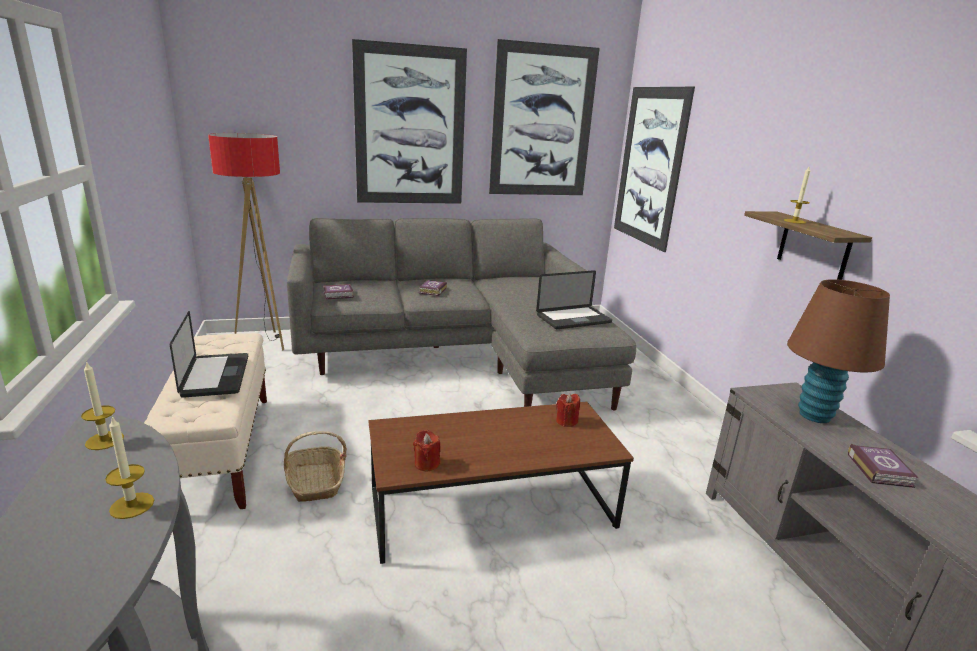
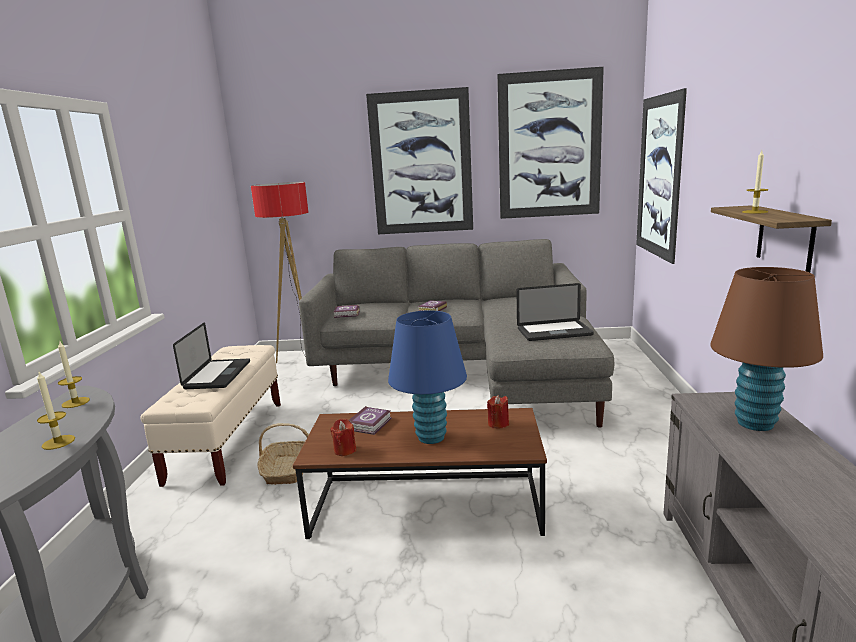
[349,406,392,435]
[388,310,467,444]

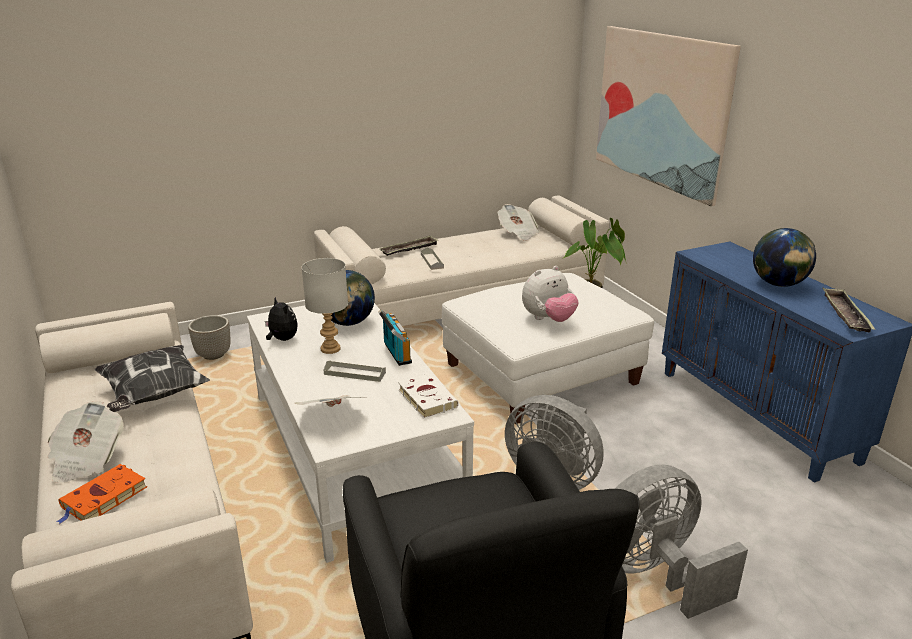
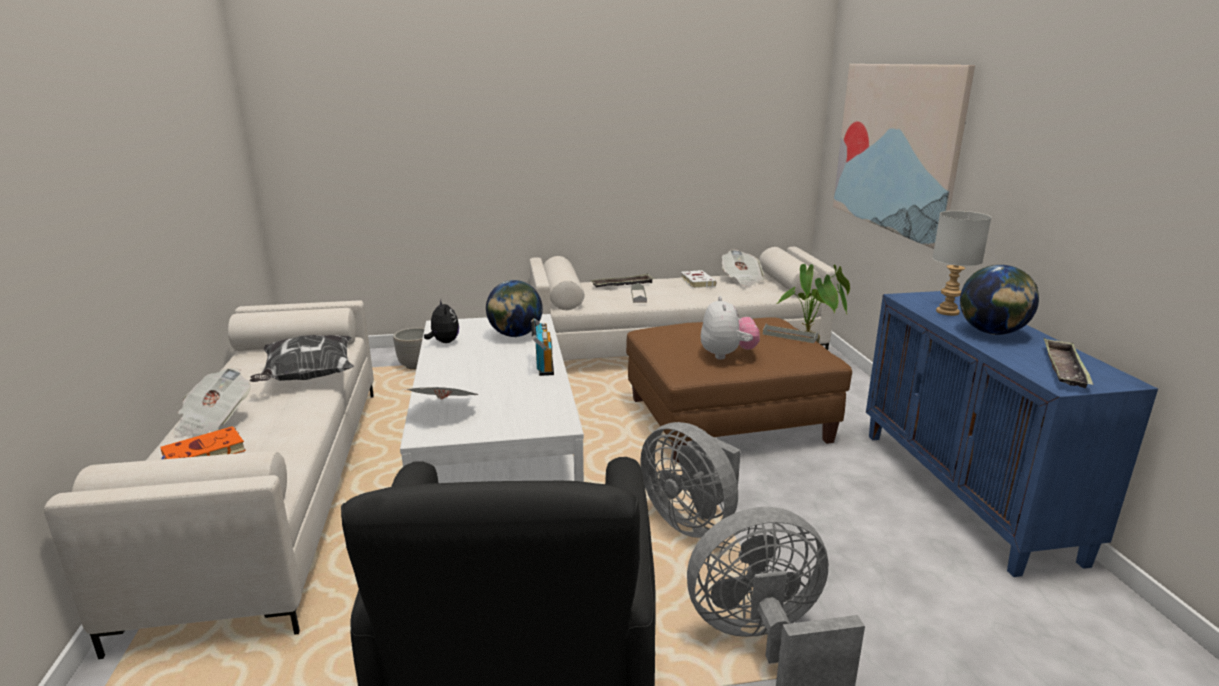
[932,211,991,316]
[763,324,818,343]
[680,270,717,288]
[626,317,852,463]
[701,296,760,360]

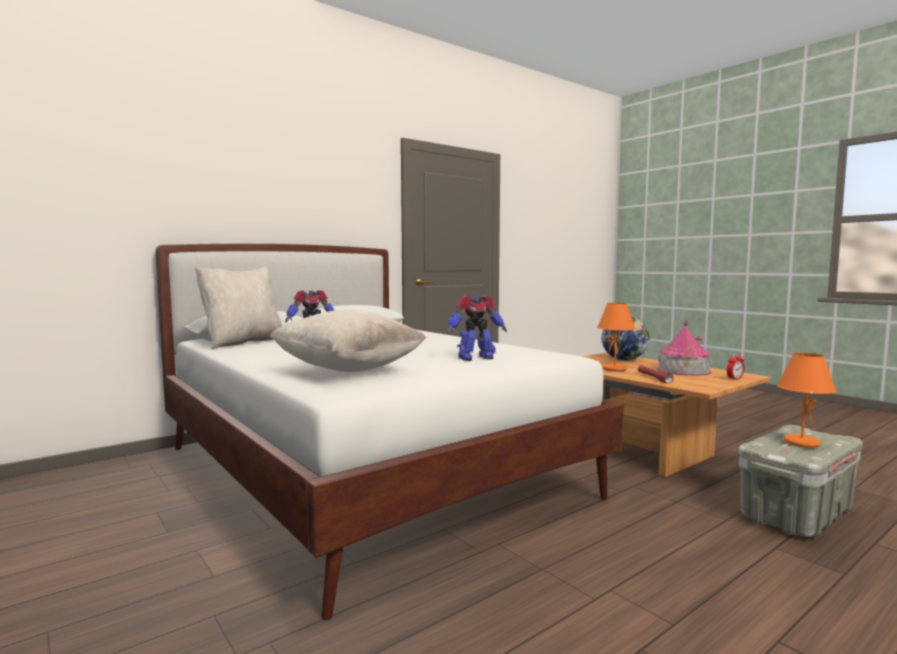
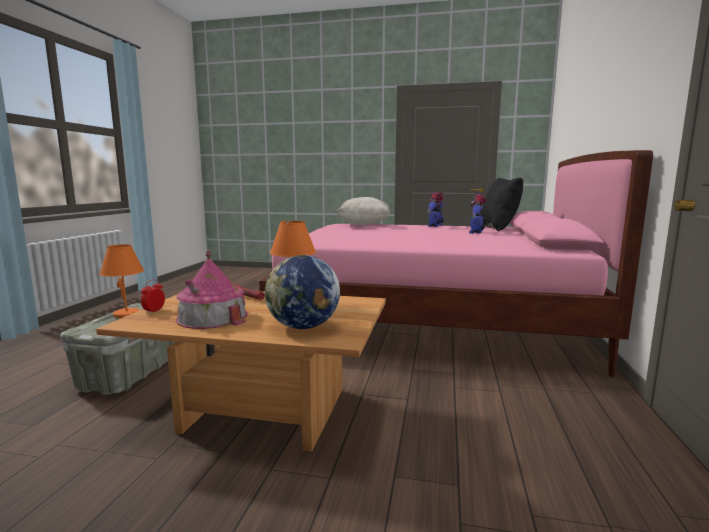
[259,150,653,377]
[480,178,523,231]
[427,192,444,227]

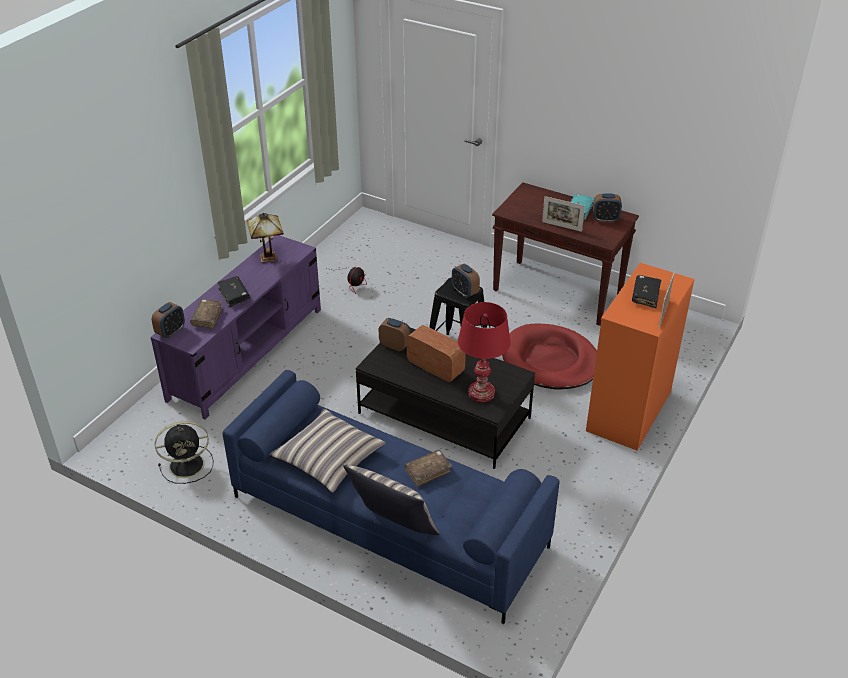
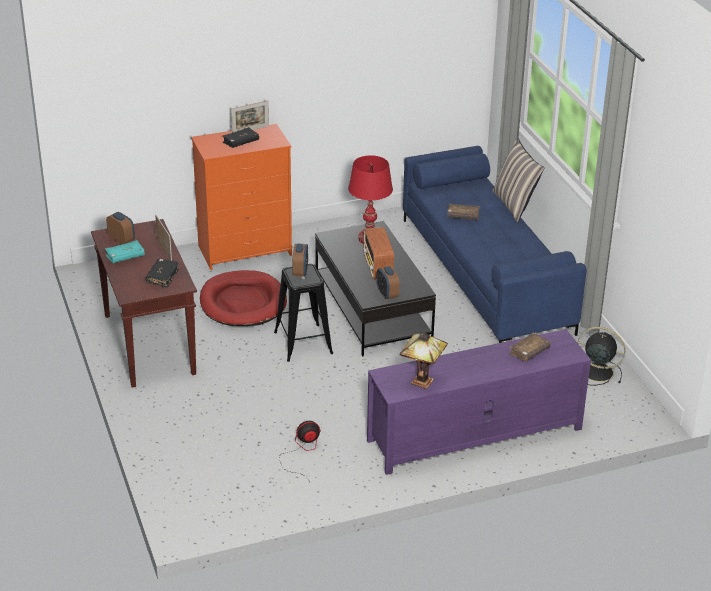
[152,302,185,338] (first image)
[146,258,179,288]
[269,409,386,493] (first image)

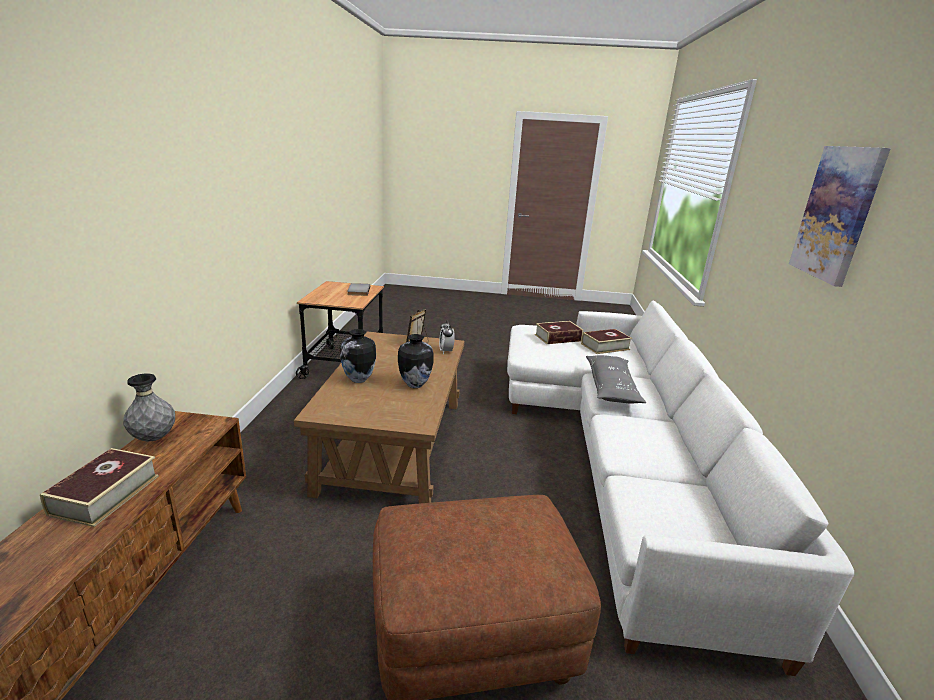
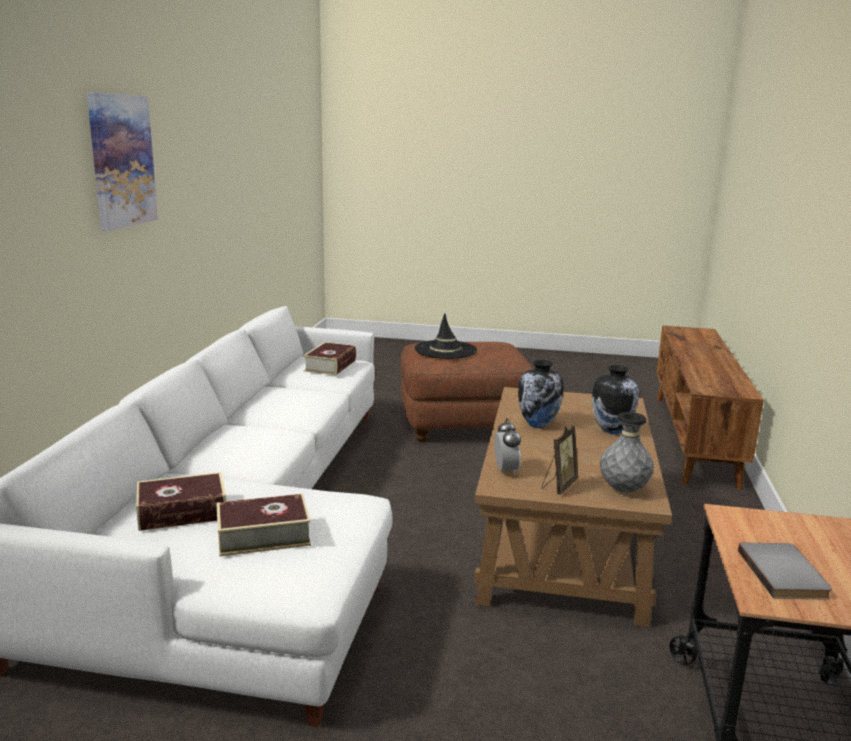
[303,342,356,375]
[600,412,654,493]
[586,355,646,403] (first image)
[414,313,477,359]

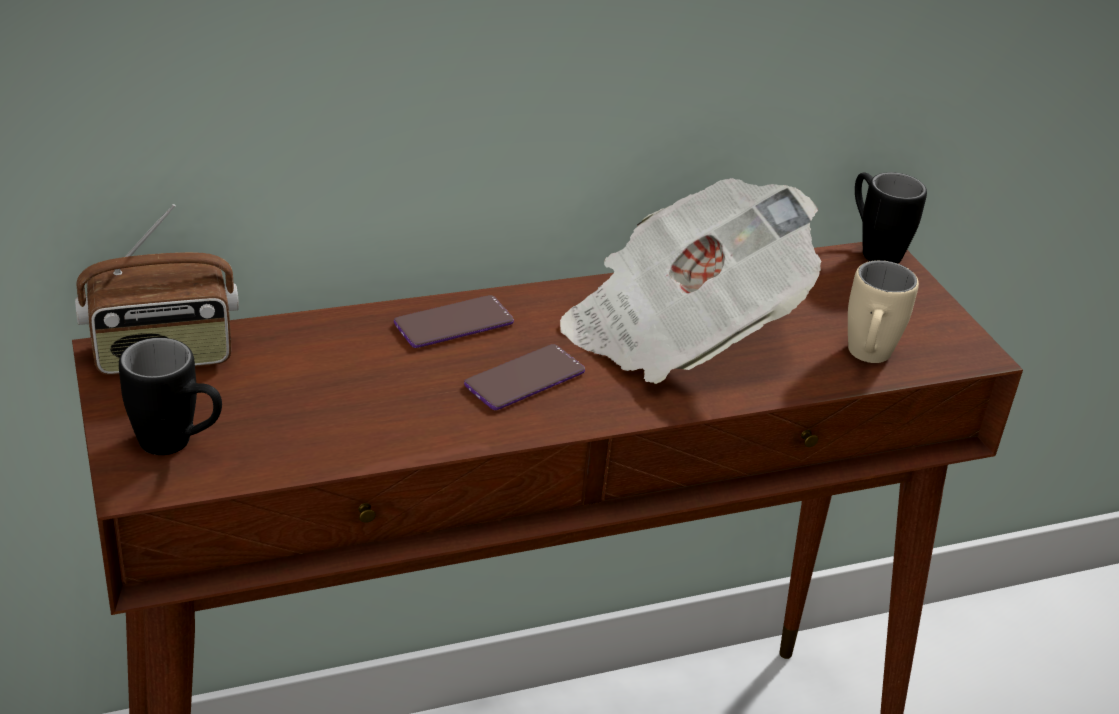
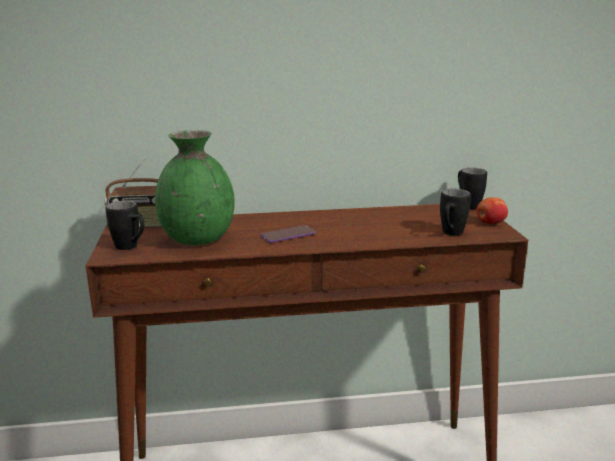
[394,295,514,348] (first image)
[560,178,822,384] (first image)
[440,189,471,235]
[155,130,235,245]
[476,197,508,224]

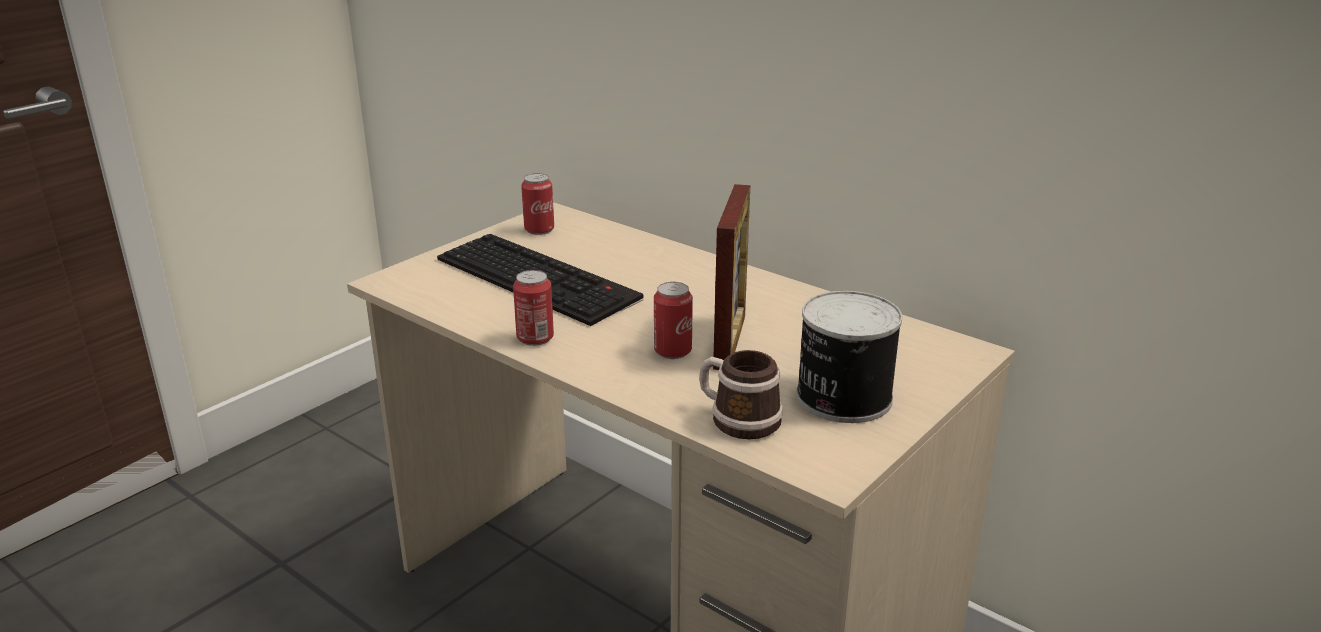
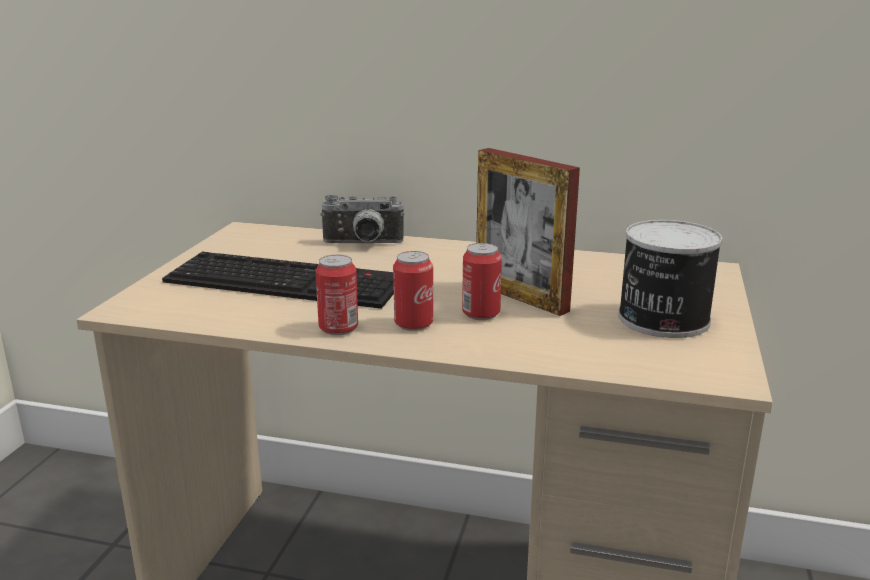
[393,251,433,331]
[699,350,783,439] (first image)
[476,148,580,316]
[320,195,405,243]

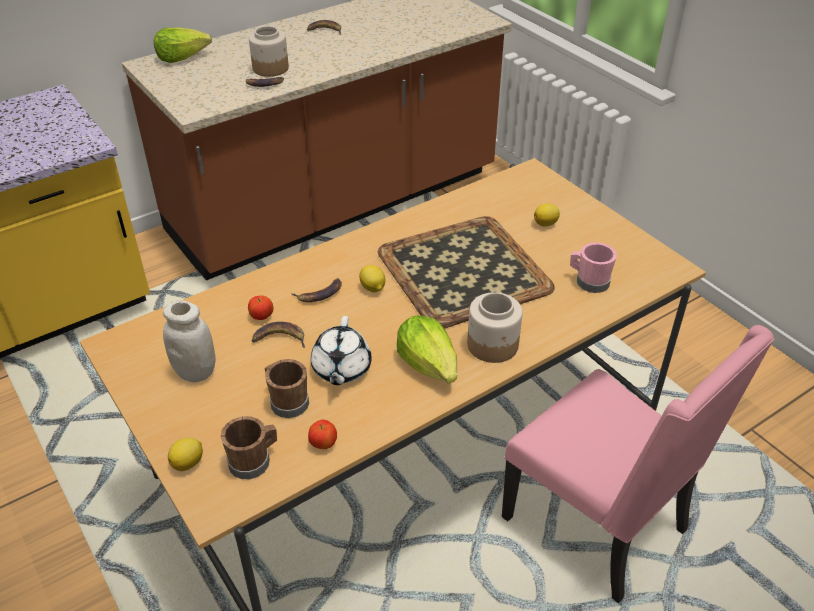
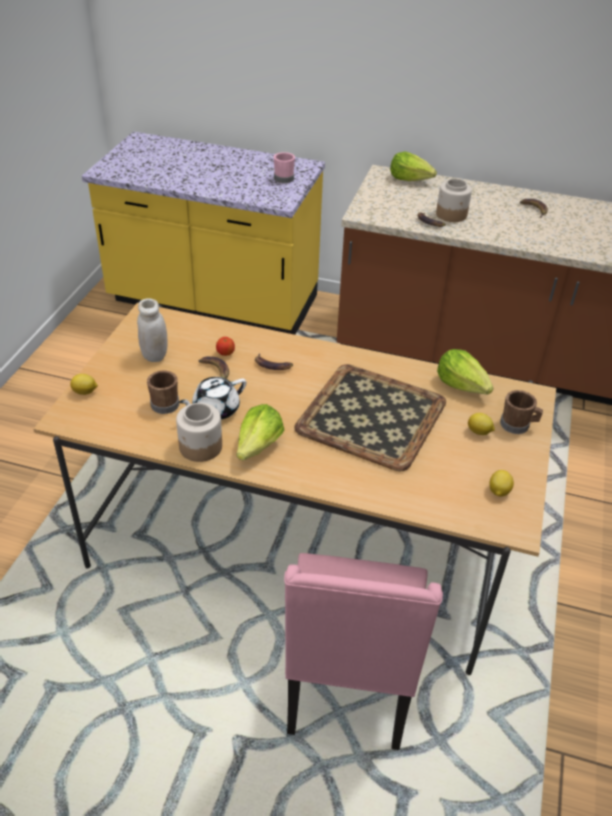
[500,390,543,434]
[308,420,337,449] (first image)
[490,470,514,497]
[176,403,222,462]
[274,152,295,183]
[437,349,493,395]

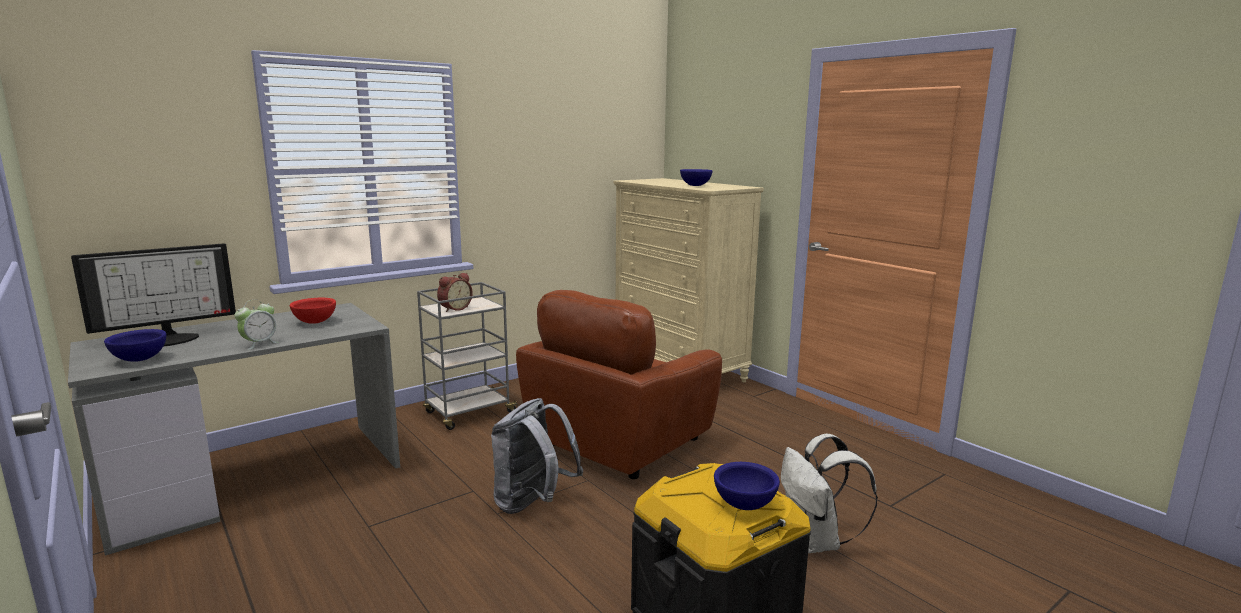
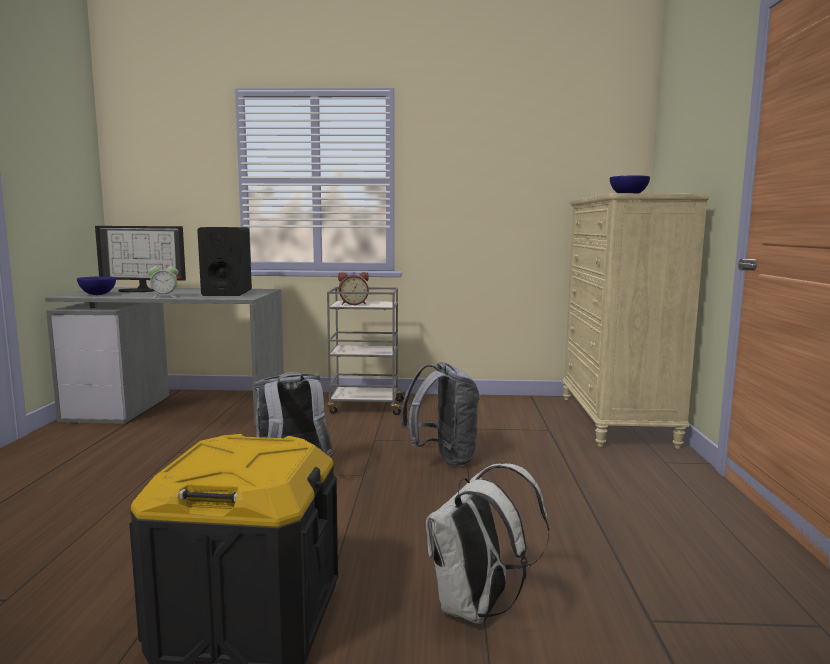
[197,227,252,296]
[401,362,479,466]
[714,462,780,510] (first image)

